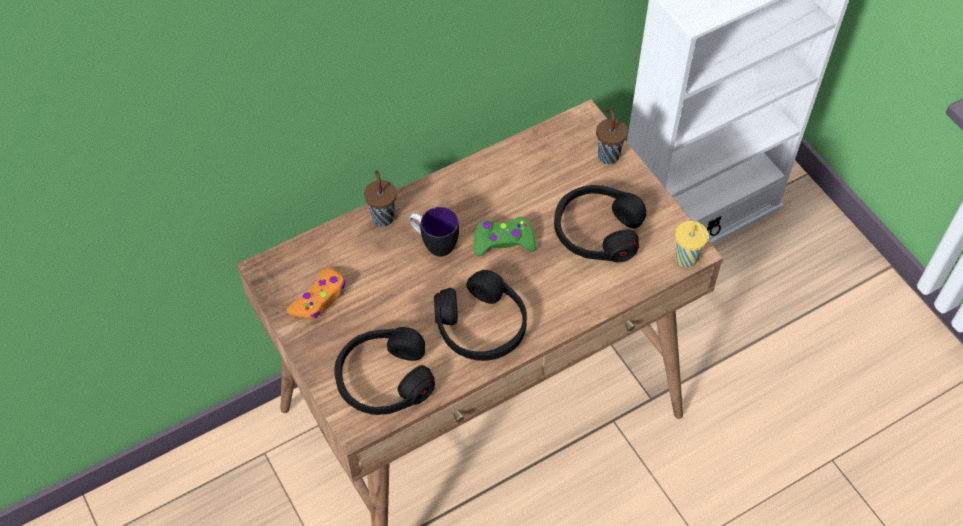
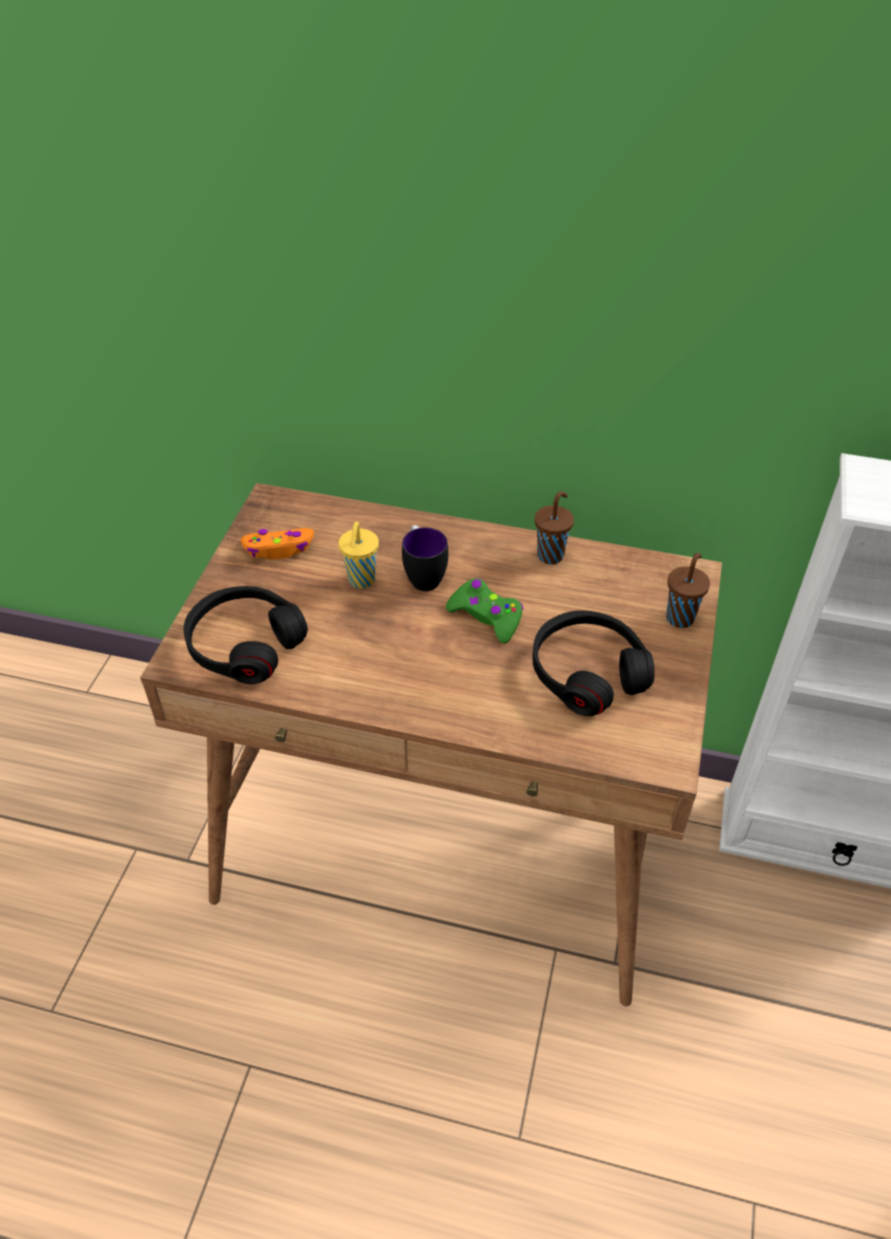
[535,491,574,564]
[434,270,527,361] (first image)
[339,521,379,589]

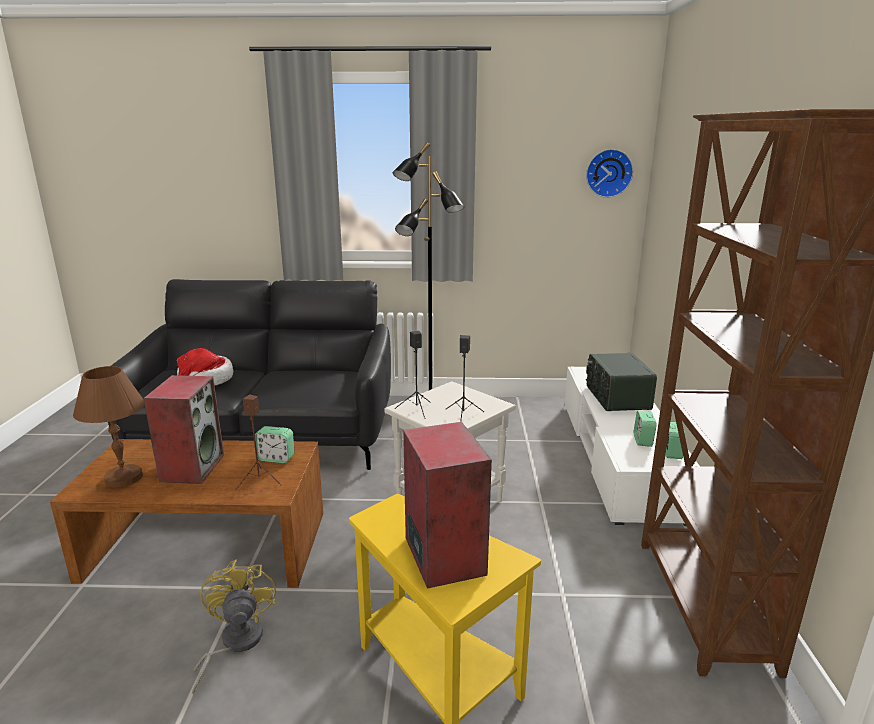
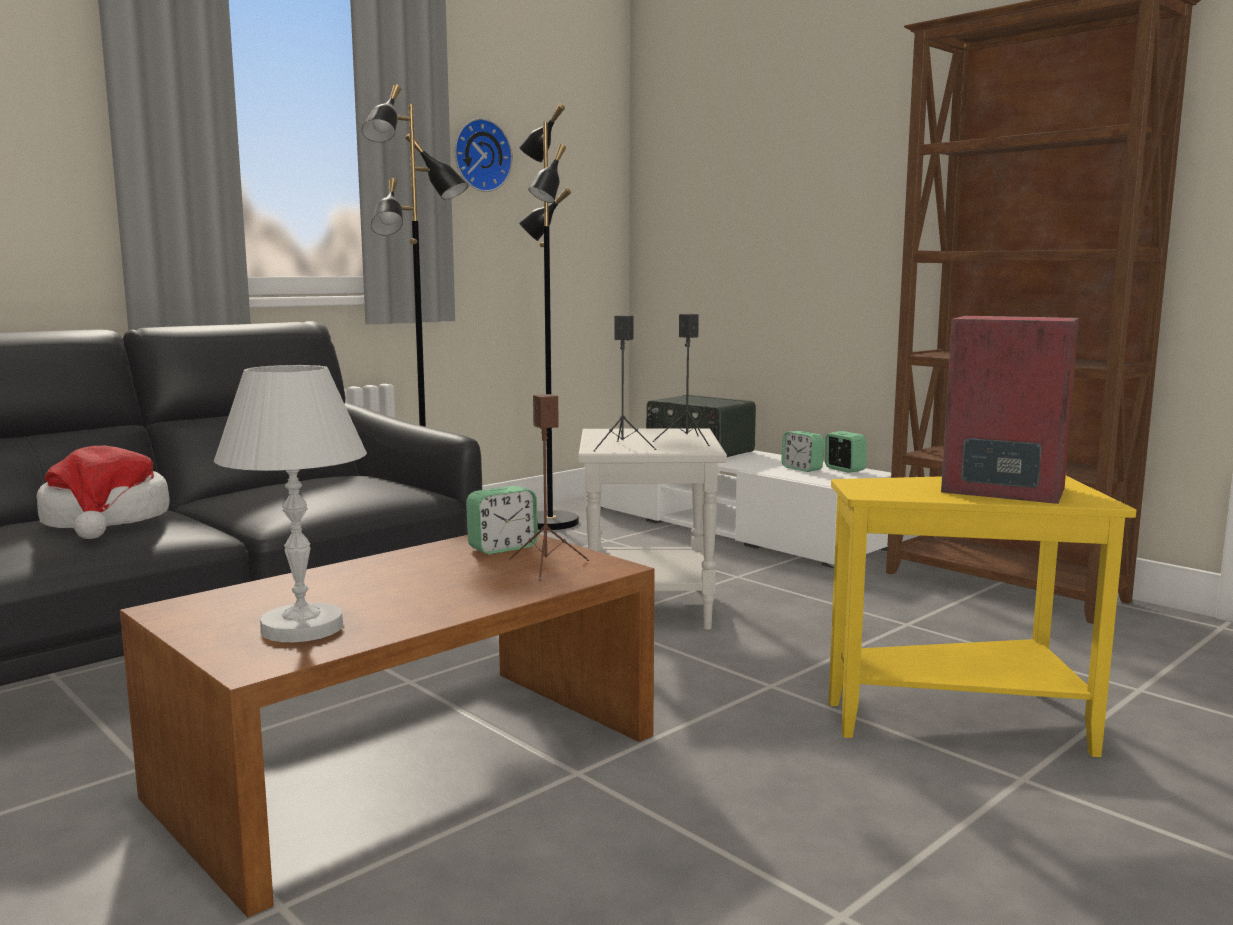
[214,365,367,642]
[143,375,224,484] (first image)
[192,560,276,695] (first image)
[455,118,513,192]
[519,104,579,530]

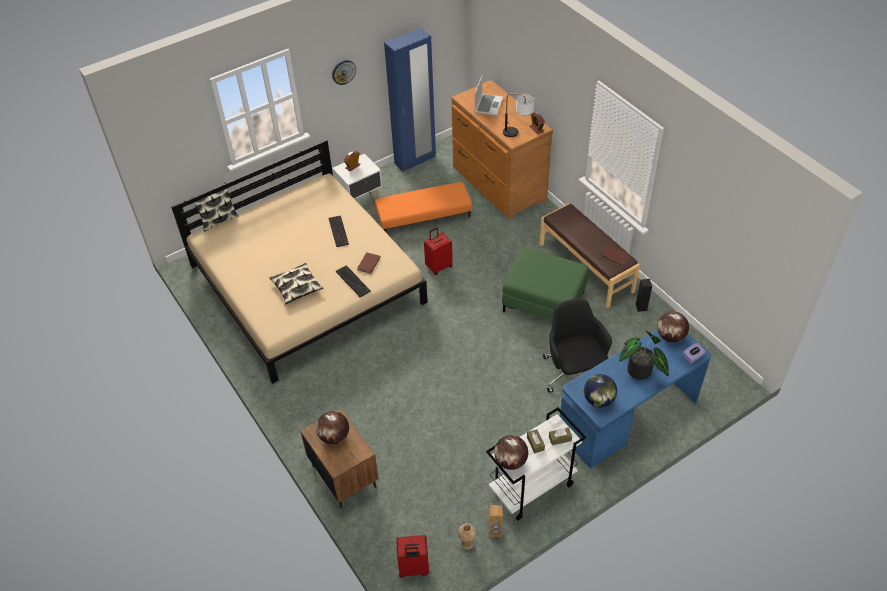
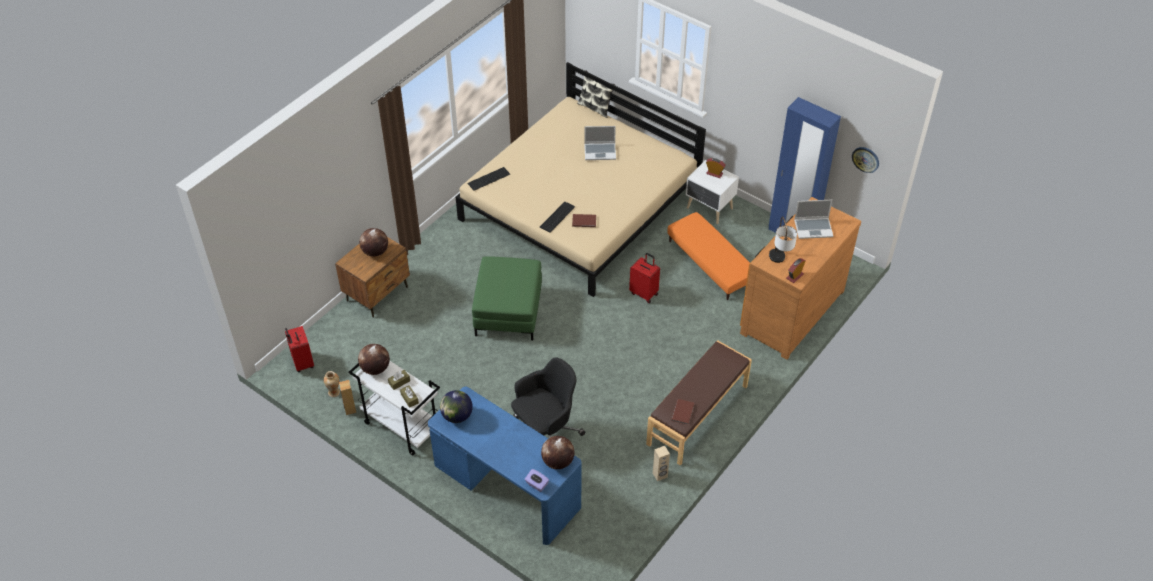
[269,263,323,305] (first image)
[467,167,510,191]
[852,147,879,173]
[472,256,542,340]
[619,330,669,380] (first image)
[653,446,670,481]
[584,126,616,160]

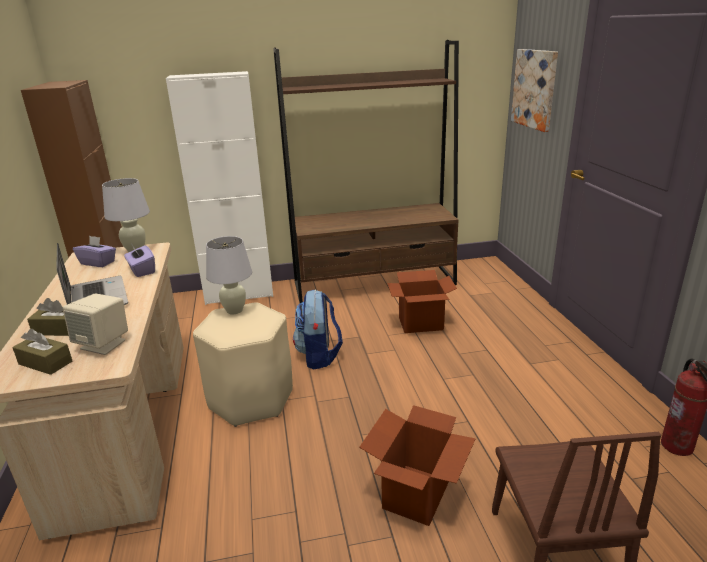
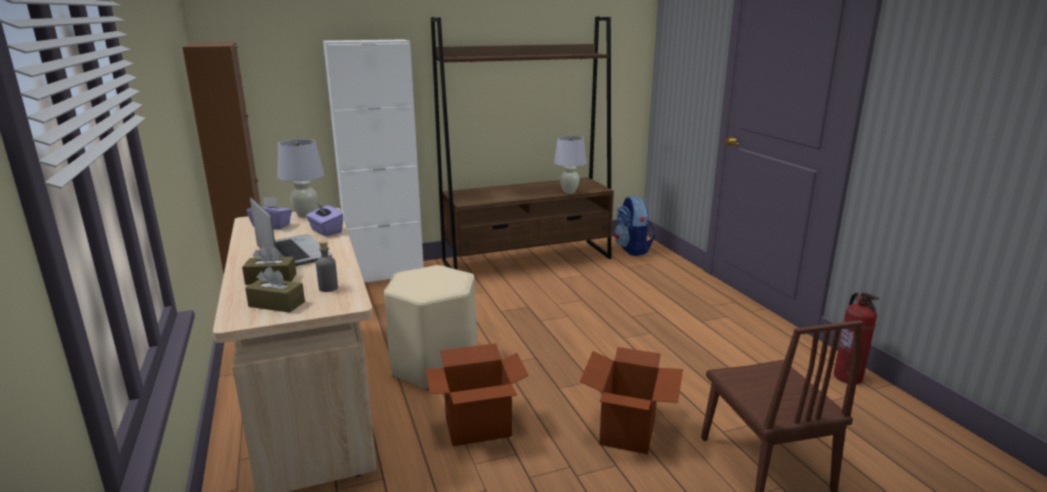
[316,240,338,292]
[554,136,587,193]
[614,195,655,256]
[425,343,529,446]
[511,49,558,132] (first image)

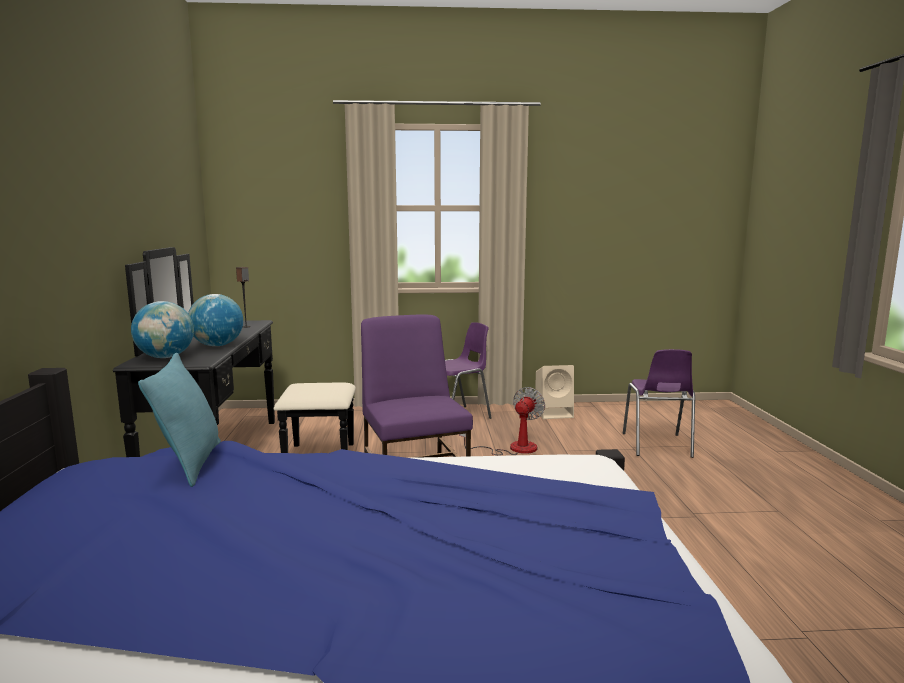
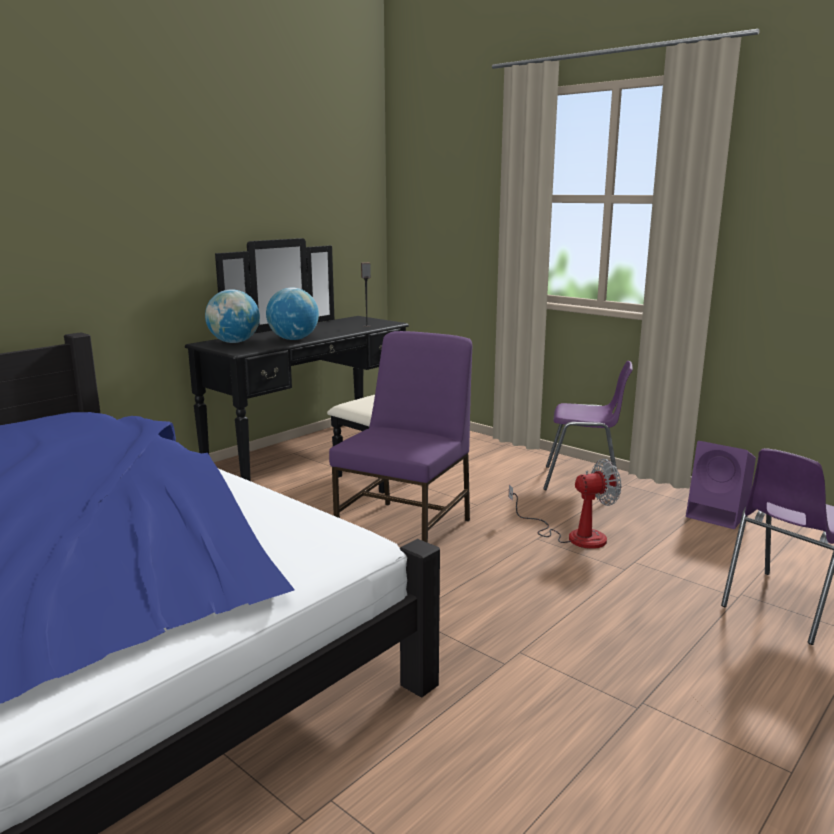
[138,353,221,487] (first image)
[686,441,756,529]

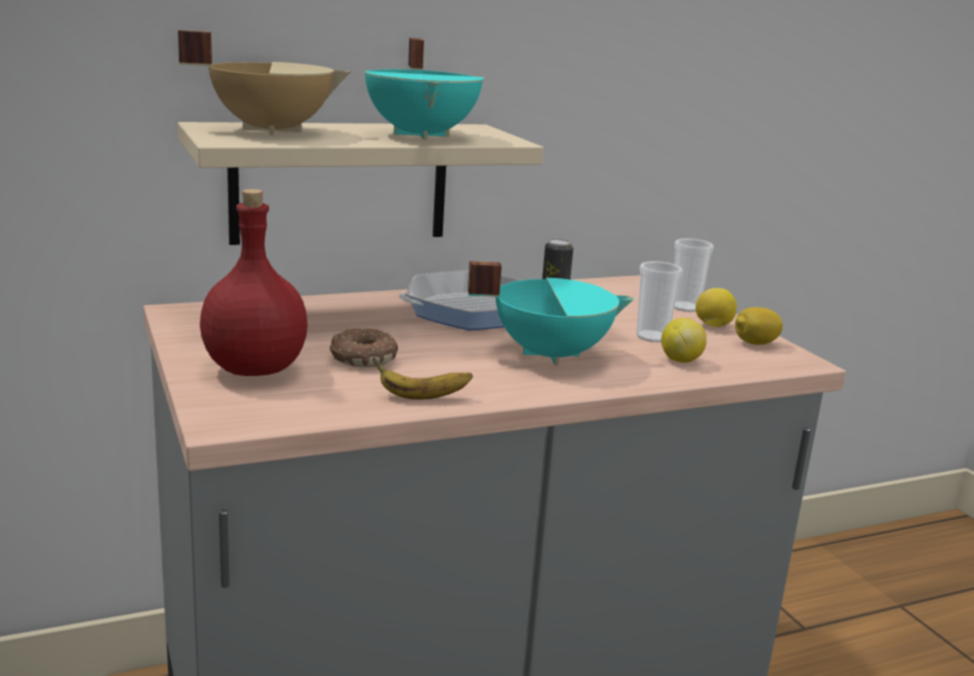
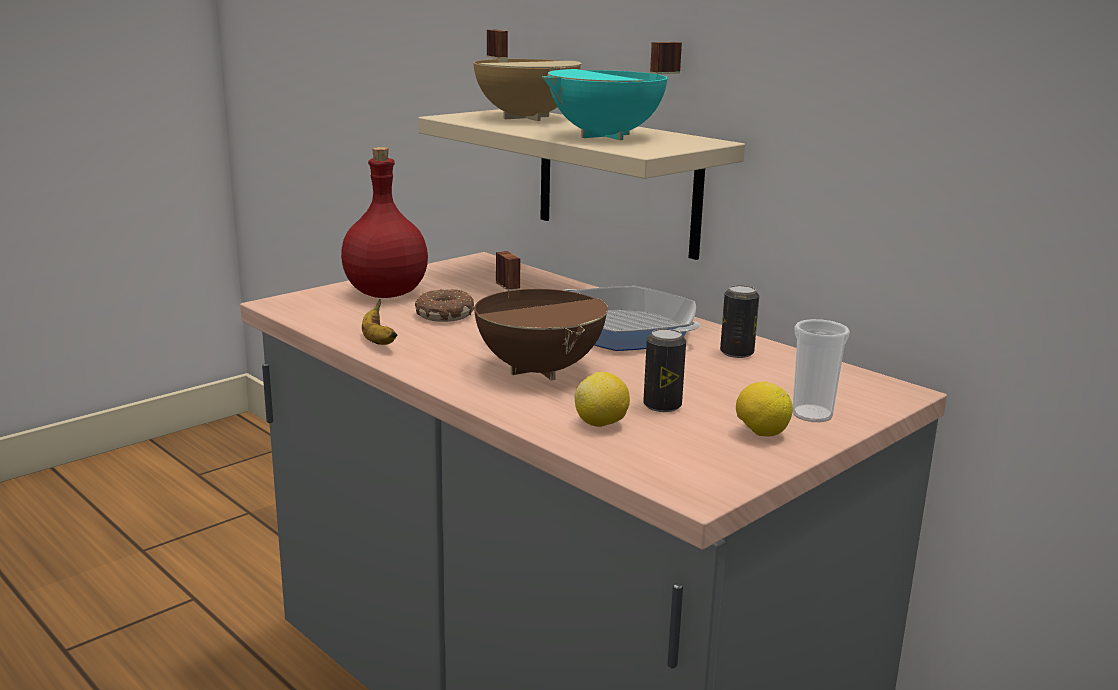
[474,251,608,381]
[643,329,686,412]
[735,307,783,345] (first image)

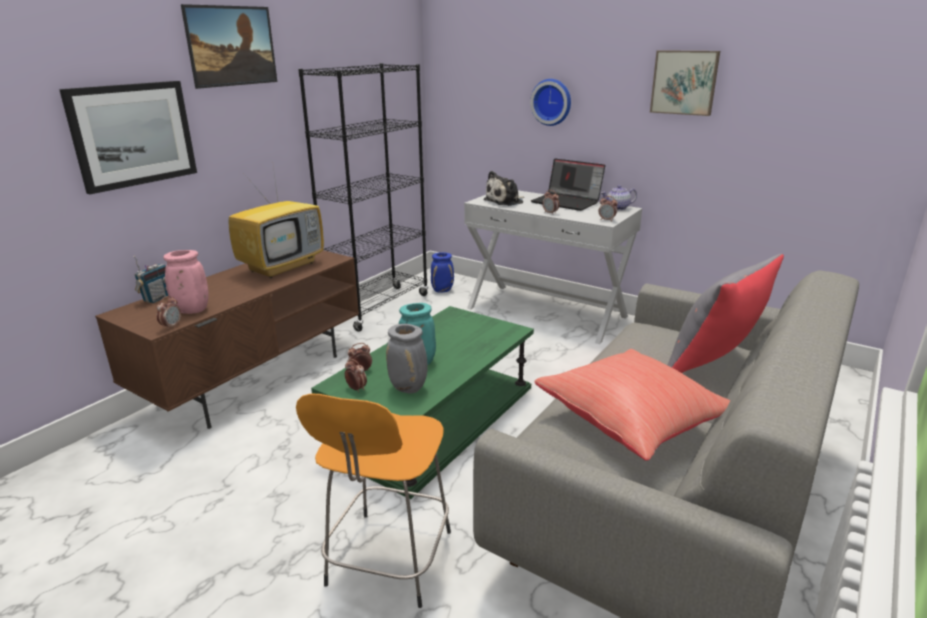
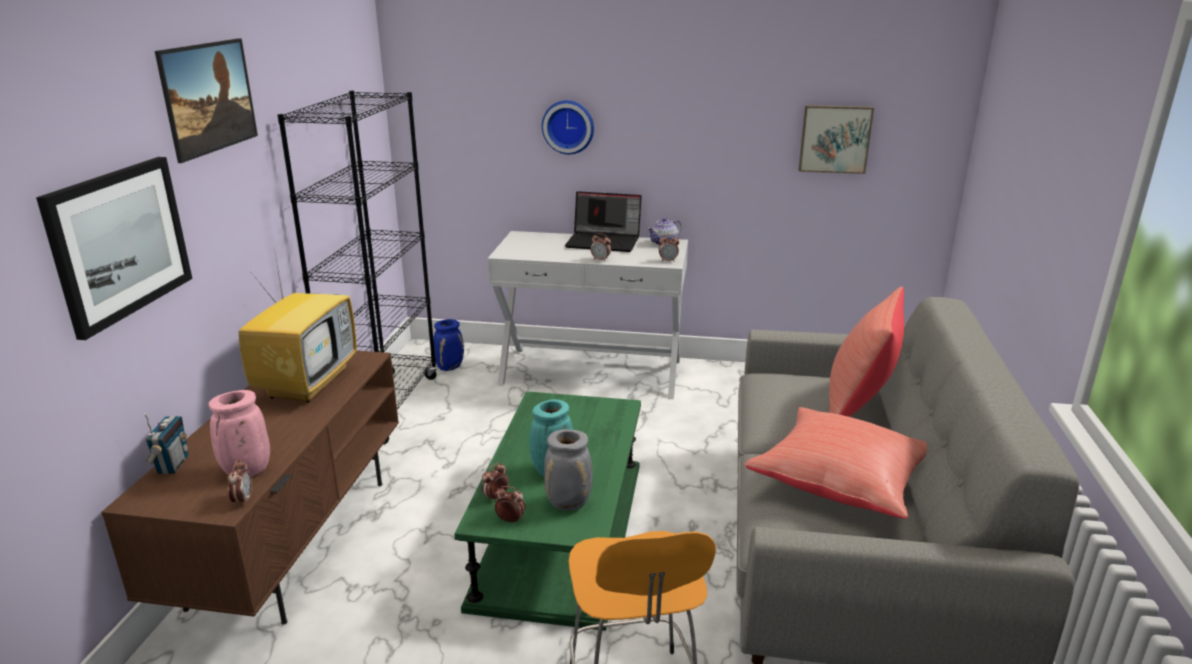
[483,171,524,206] (first image)
[799,105,874,174]
[829,287,904,417]

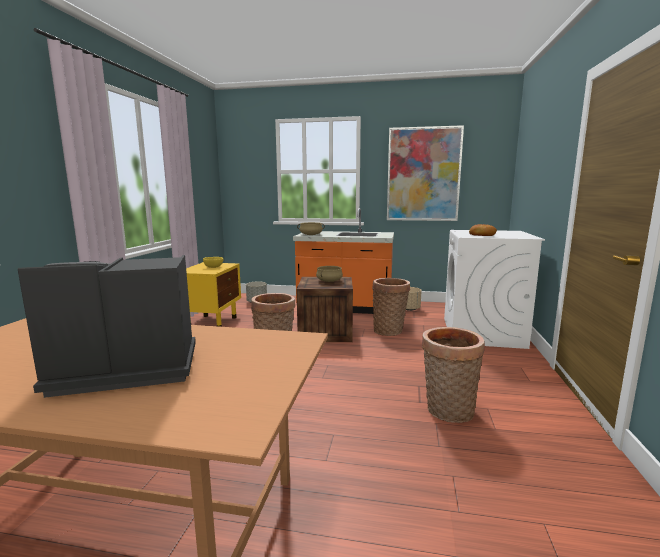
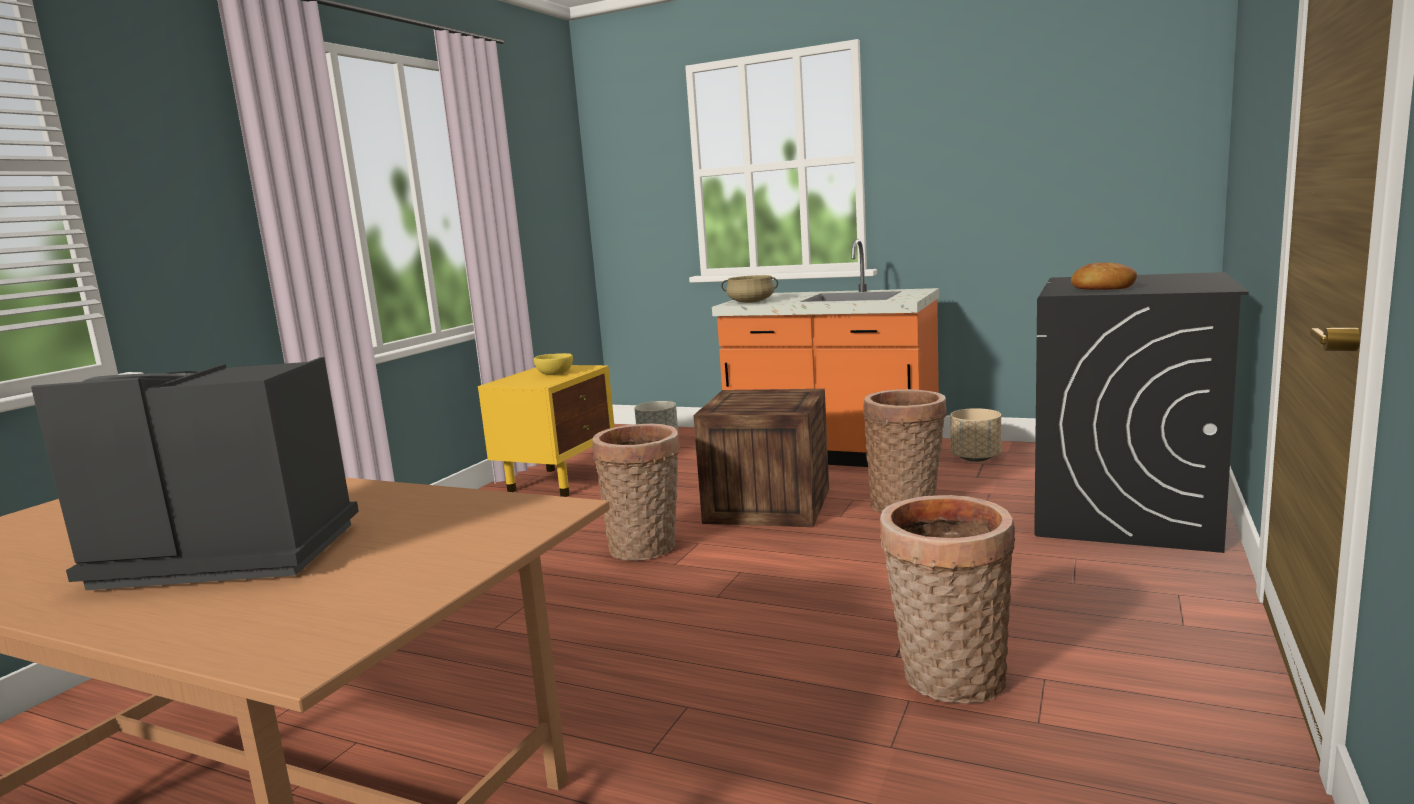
[316,266,343,282] (first image)
[387,125,464,221] (first image)
[1034,272,1249,553]

